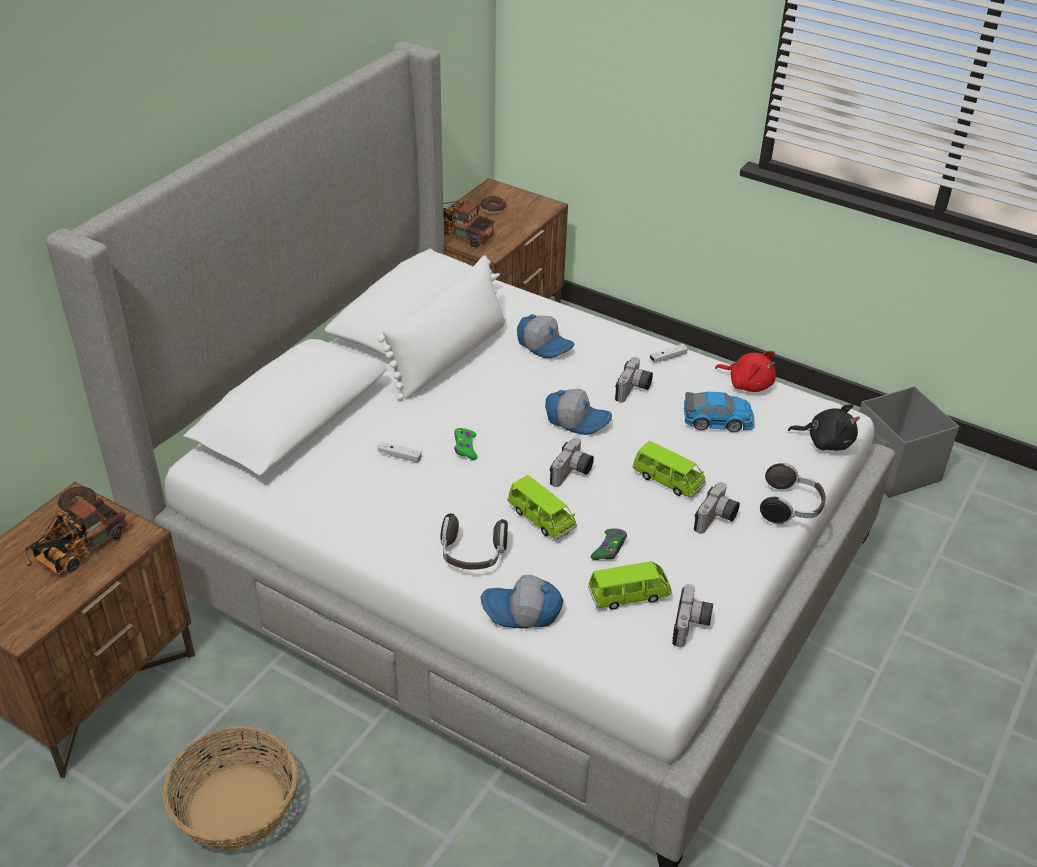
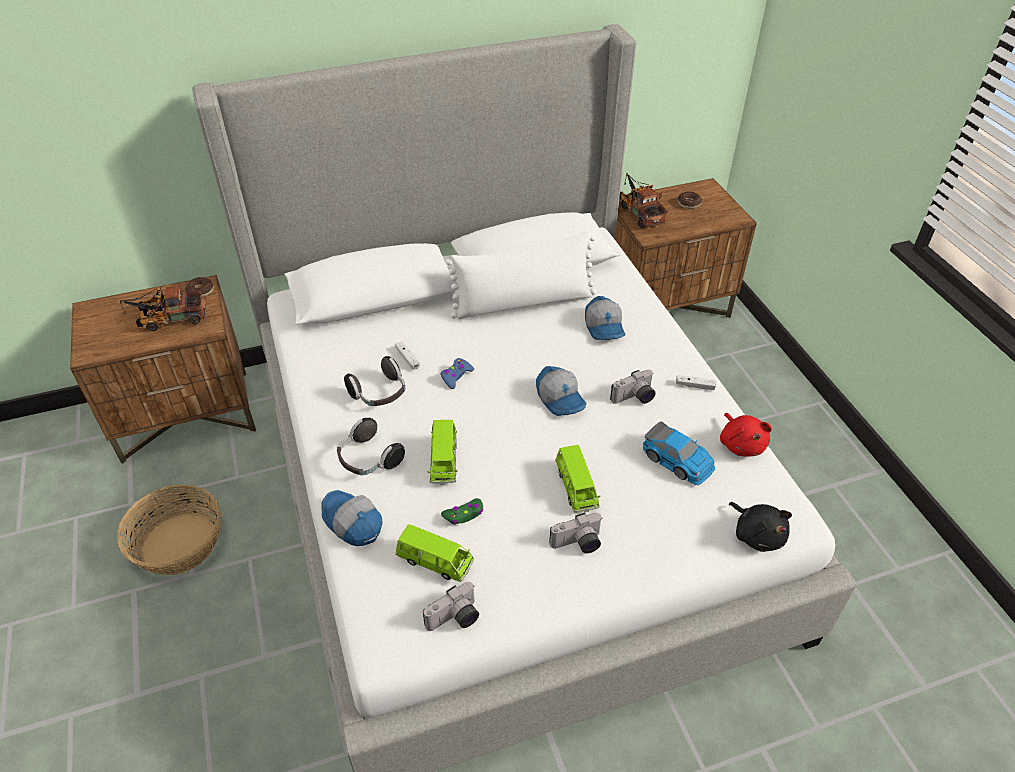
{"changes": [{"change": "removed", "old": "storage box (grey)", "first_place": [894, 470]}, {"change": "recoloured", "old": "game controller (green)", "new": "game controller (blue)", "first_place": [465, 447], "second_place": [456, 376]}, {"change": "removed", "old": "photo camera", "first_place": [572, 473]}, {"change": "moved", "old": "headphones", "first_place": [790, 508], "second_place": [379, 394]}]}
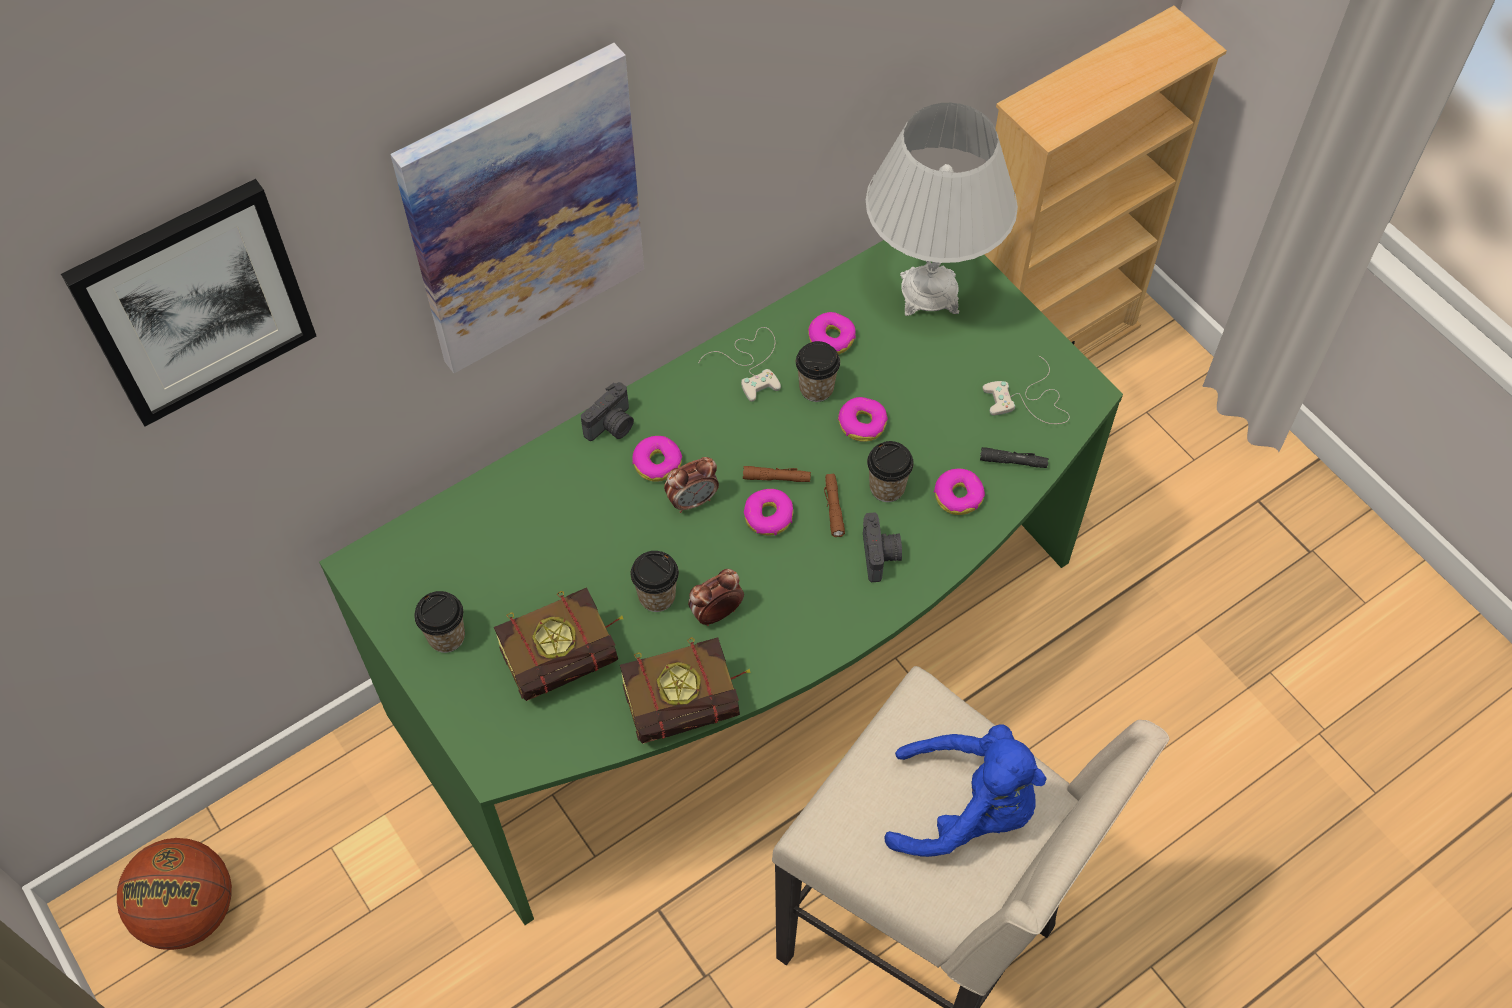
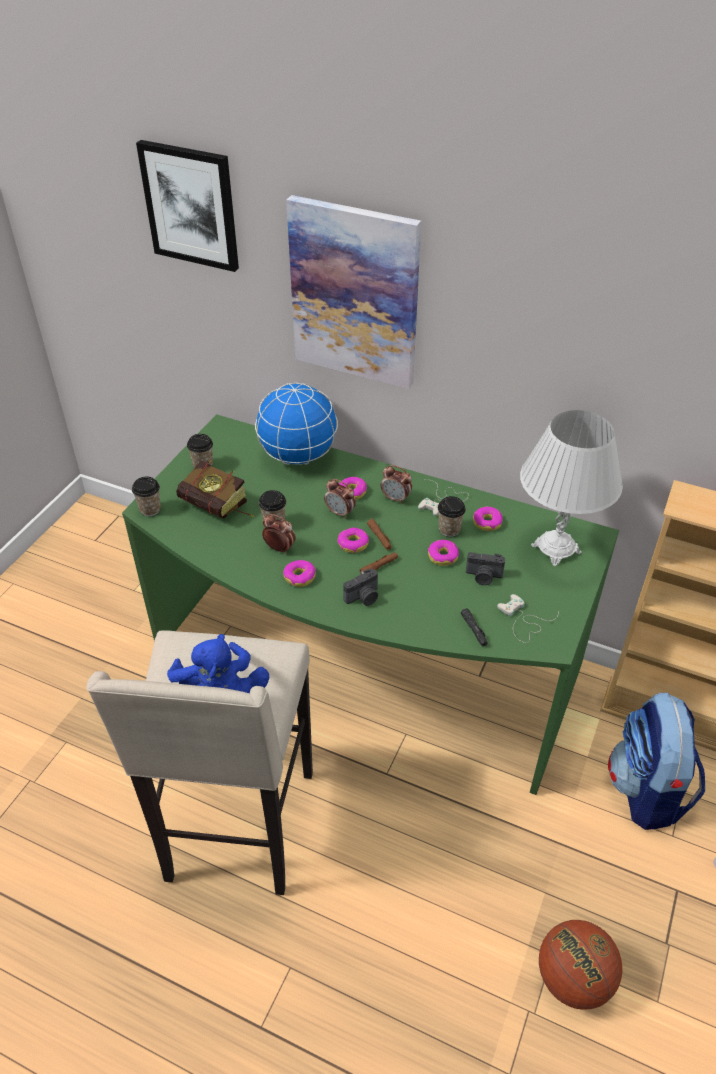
{"changes": [{"change": "moved", "old": "photo camera", "first_place": [612, 426], "second_place": [483, 577]}, {"change": "moved", "old": "cup", "first_place": [887, 488], "second_place": [150, 509]}, {"change": "moved", "old": "donut", "first_place": [958, 496], "second_place": [300, 577]}, {"change": "removed", "old": "book", "first_place": [693, 704]}, {"change": "moved", "old": "basketball", "first_place": [189, 910], "second_place": [573, 979]}, {"change": "added", "new": "globe", "second_place": [299, 456]}, {"change": "added", "new": "alarm clock", "second_place": [396, 498]}, {"change": "added", "new": "backpack", "second_place": [646, 790]}]}
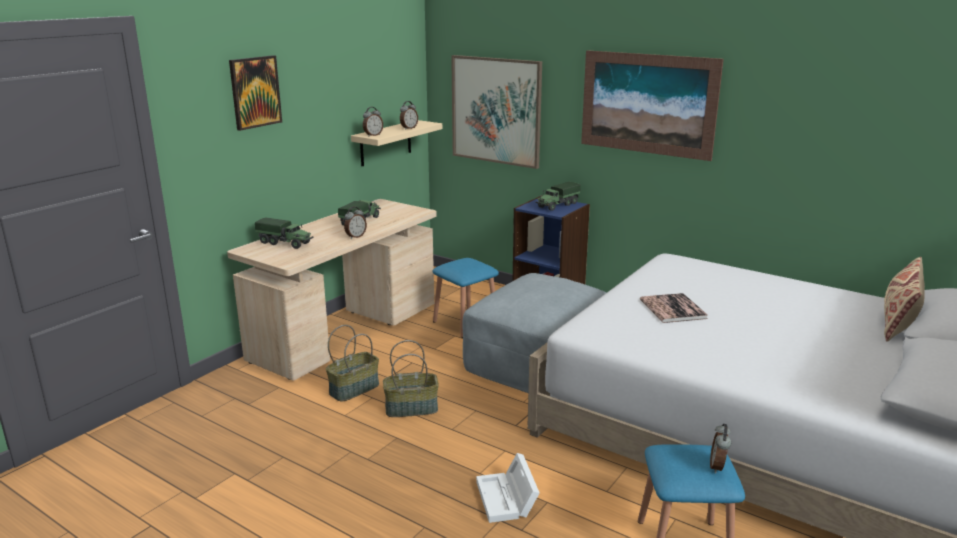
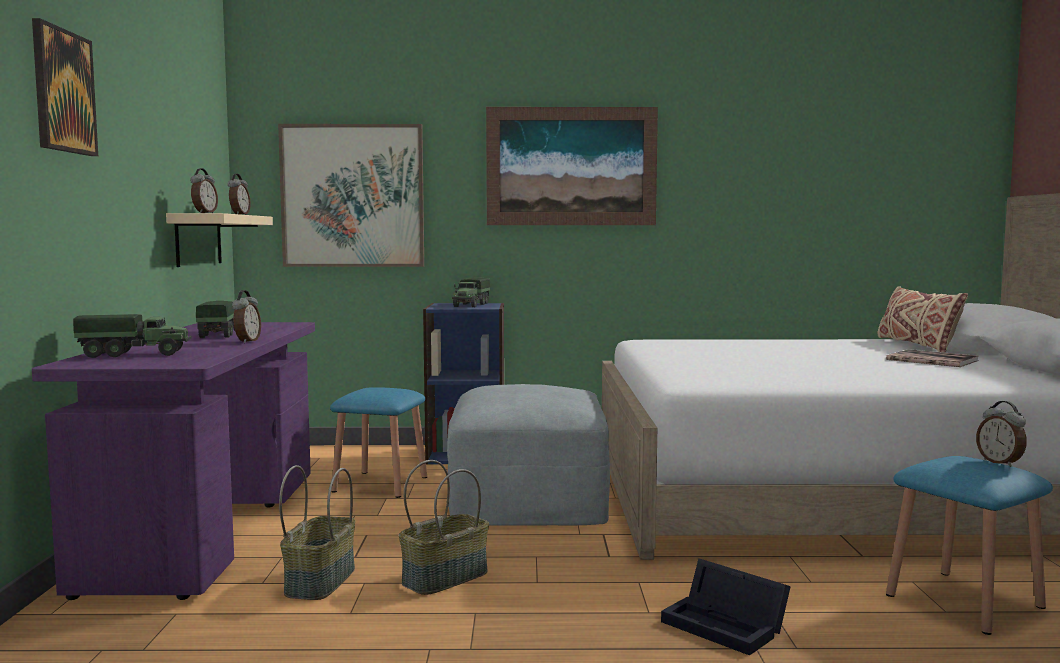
{"changes": [{"change": "recoloured", "old": "desk (beige)", "new": "desk (purple)", "first_place": [346, 333], "second_place": [209, 528]}, {"change": "moved", "old": "book", "first_place": [672, 309], "second_place": [932, 360]}, {"change": "recoloured", "old": "storage box (white)", "new": "storage box (black)", "first_place": [507, 499], "second_place": [727, 625]}]}
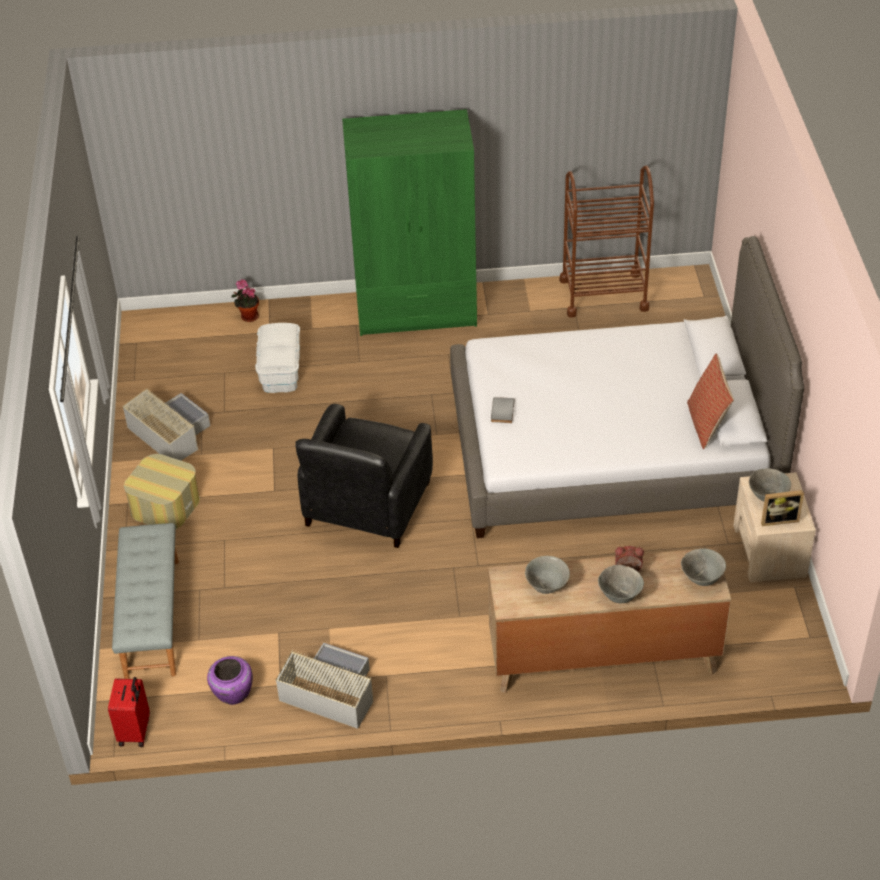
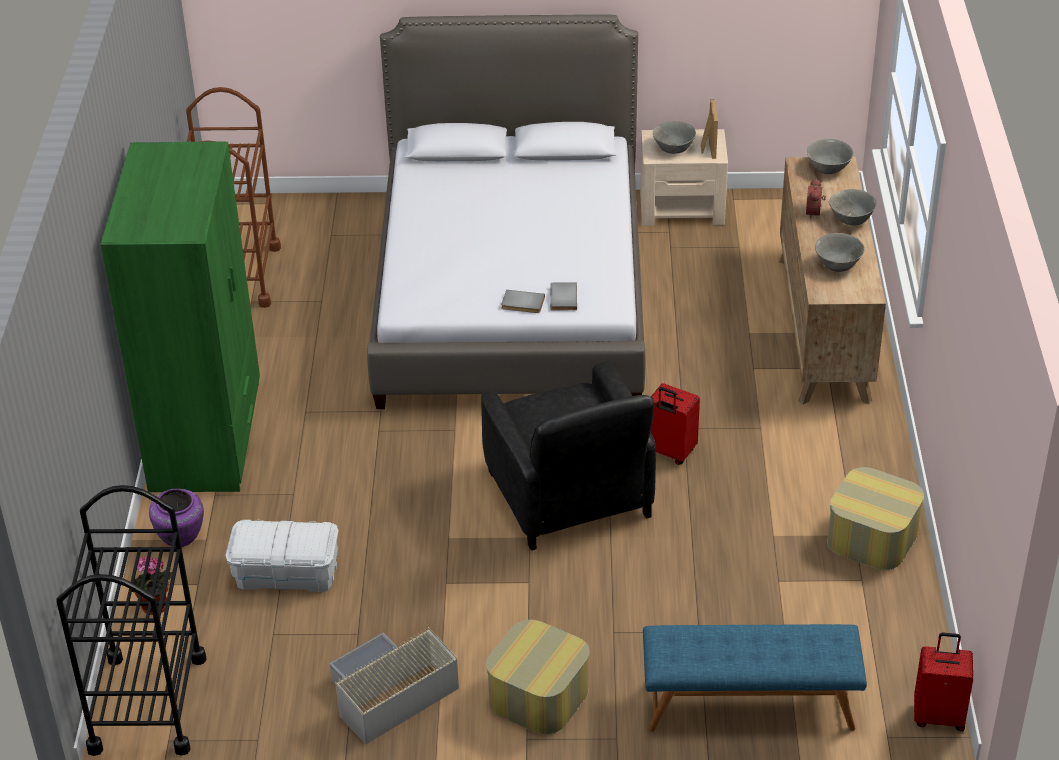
{"changes": [{"change": "removed", "old": "pillow", "first_place": [707, 424]}, {"change": "turned", "old": "armchair (black)", "first_place": [367, 504], "second_place": [569, 496], "degrees": 45}, {"change": "recoloured", "old": "bench (grey)", "new": "bench (blue)", "first_place": [151, 618], "second_place": [749, 705]}, {"change": "replaced", "old": "storage box (grey)", "new": "ottoman", "first_place": [329, 692], "second_place": [872, 537]}, {"change": "moved", "old": "vase (purple)", "first_place": [232, 695], "second_place": [181, 537]}, {"change": "added", "new": "book (grey)", "second_place": [562, 298]}, {"change": "added", "new": "suitcase (red)", "second_place": [670, 452]}, {"change": "added", "new": "cart (black)", "second_place": [147, 704]}]}
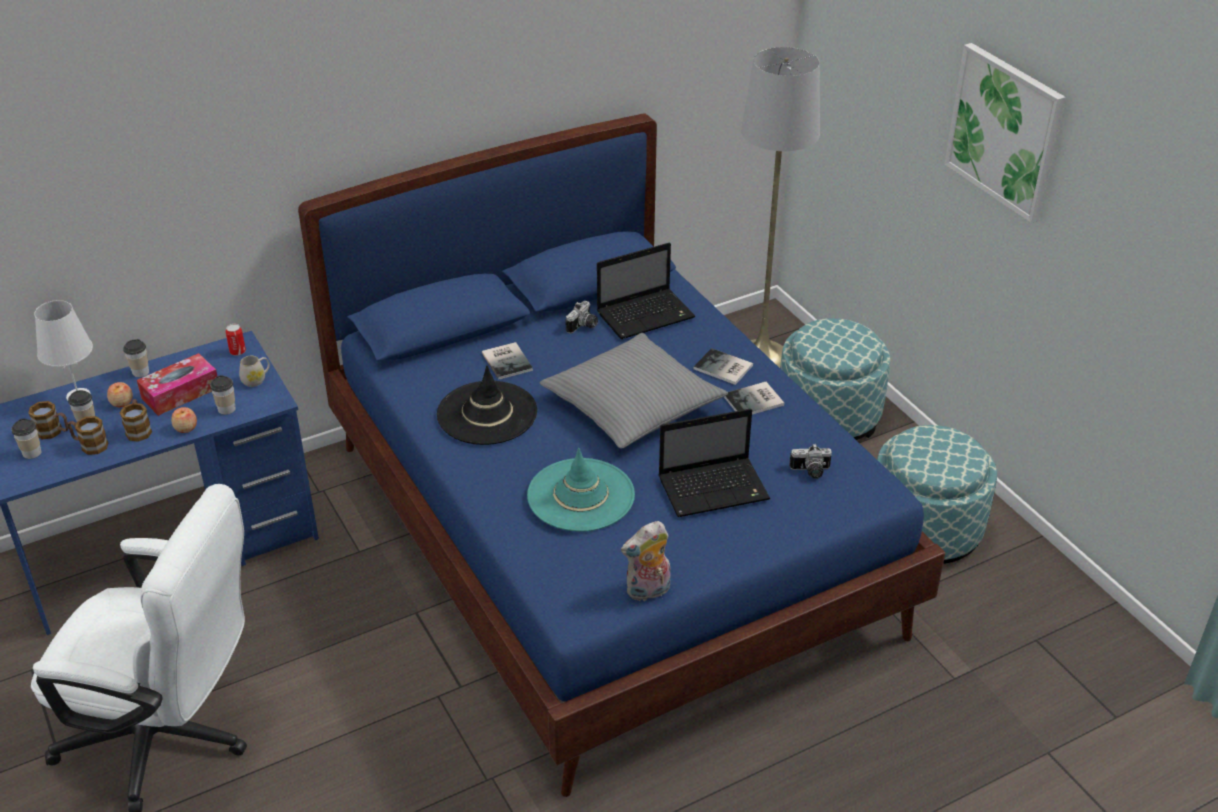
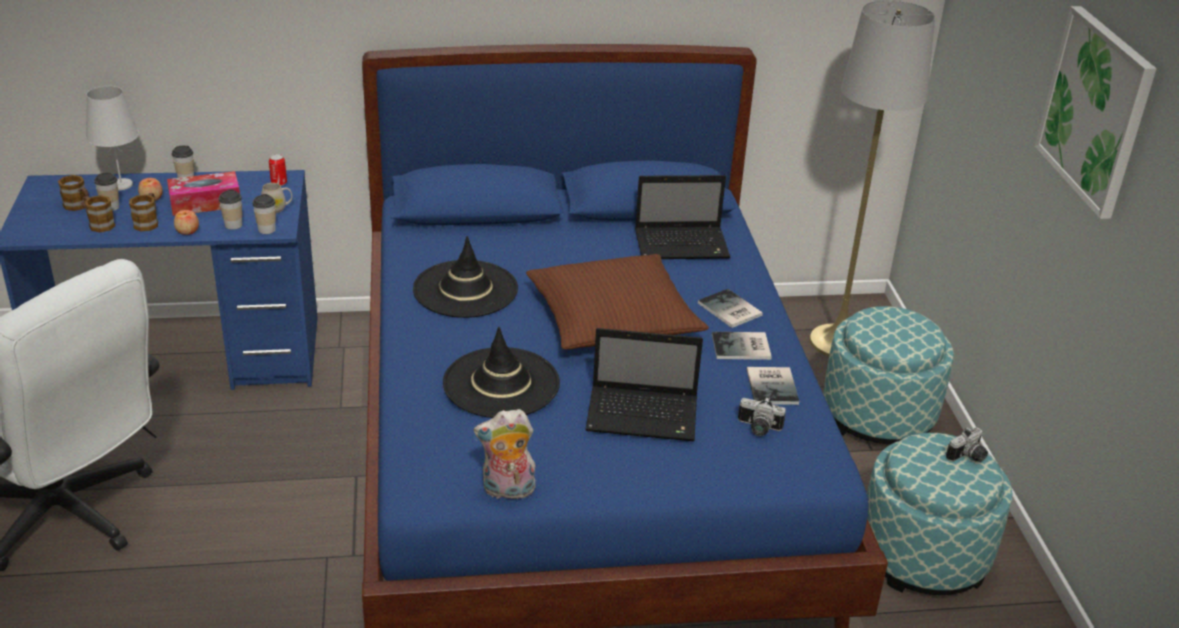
{"changes": [{"change": "moved", "old": "photo camera", "first_place": [583, 326], "second_place": [968, 457]}, {"change": "recoloured", "old": "pillow (grey)", "new": "pillow (brown)", "first_place": [632, 405], "second_place": [612, 318]}, {"change": "moved", "old": "book", "first_place": [508, 360], "second_place": [773, 386]}, {"change": "moved", "old": "cup", "first_place": [32, 453], "second_place": [266, 230]}, {"change": "recoloured", "old": "hat (turquoise)", "new": "hat (black)", "first_place": [581, 495], "second_place": [501, 383]}]}
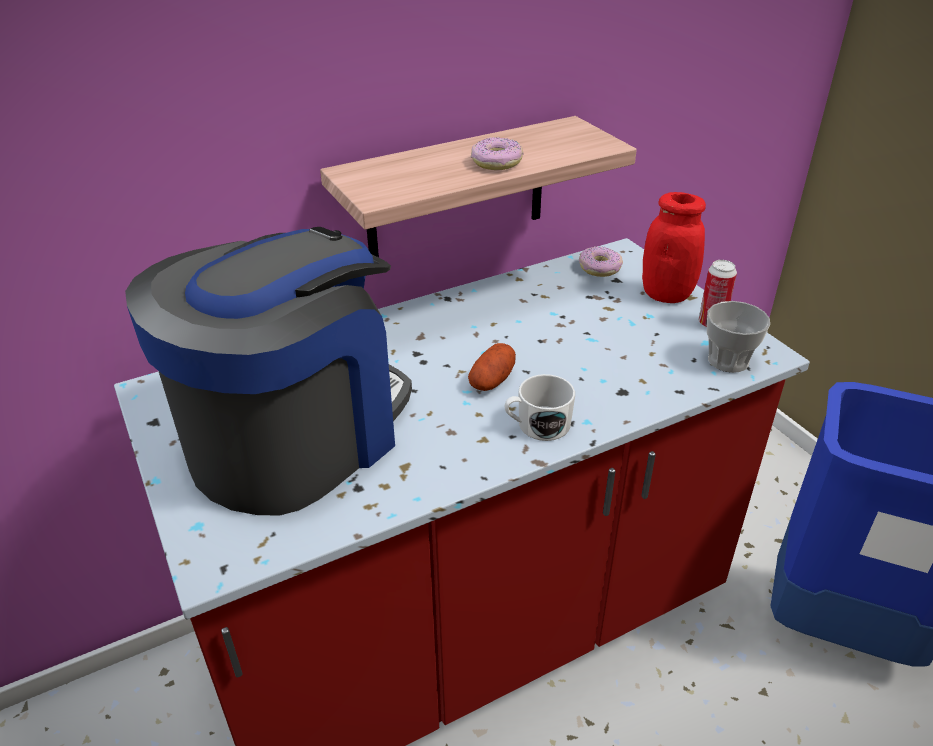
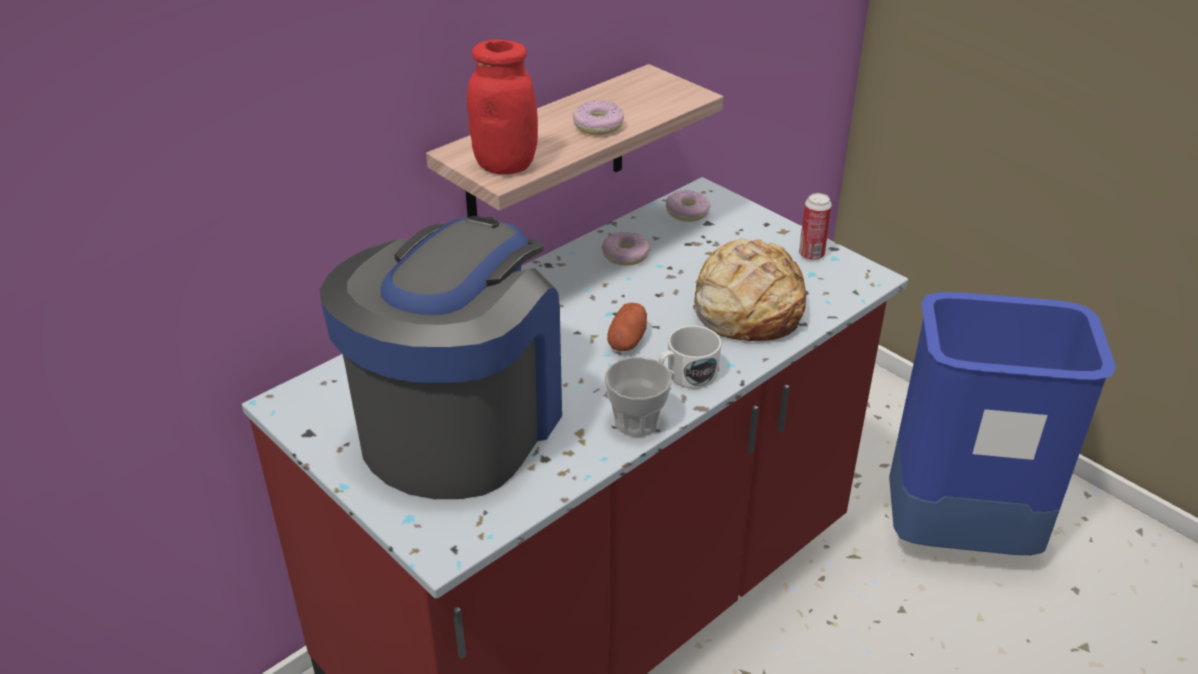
{"changes": [{"change": "moved", "old": "jar (red)", "first_place": [666, 294], "second_place": [505, 165]}, {"change": "moved", "old": "cup", "first_place": [728, 360], "second_place": [637, 422]}, {"change": "added", "new": "donut", "second_place": [625, 255]}, {"change": "added", "new": "bread", "second_place": [747, 308]}]}
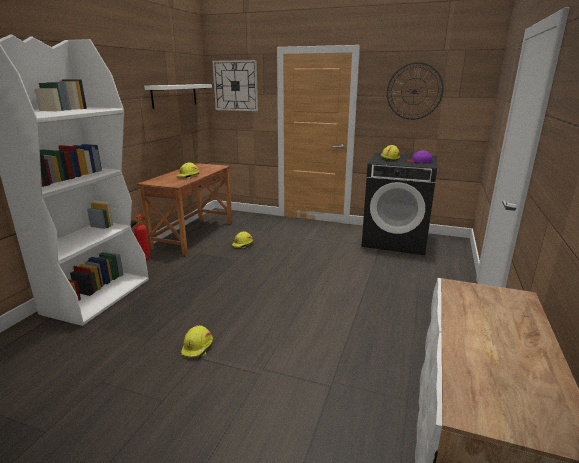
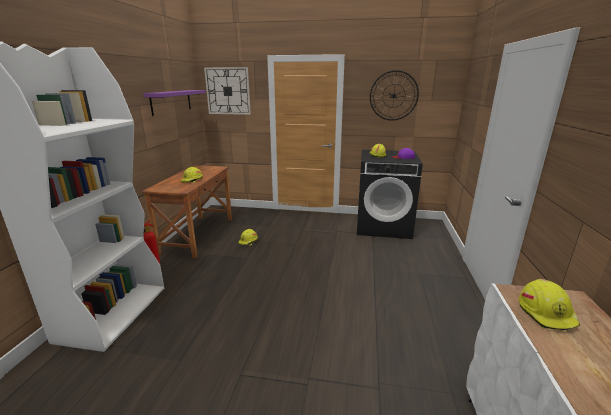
{"changes": [{"change": "recoloured", "old": "shelf (white)", "new": "shelf (purple)", "first_place": [174, 95], "second_place": [171, 102]}, {"change": "moved", "old": "hard hat (yellow)", "first_place": [198, 347], "second_place": [546, 313]}]}
